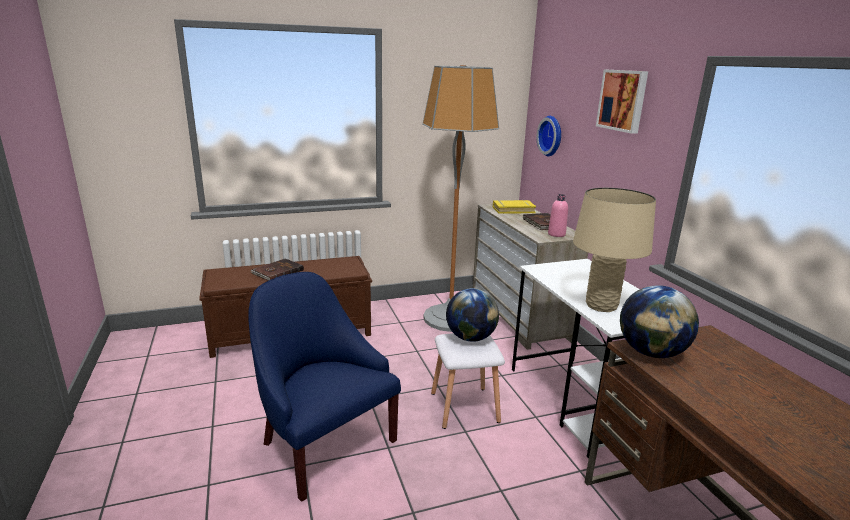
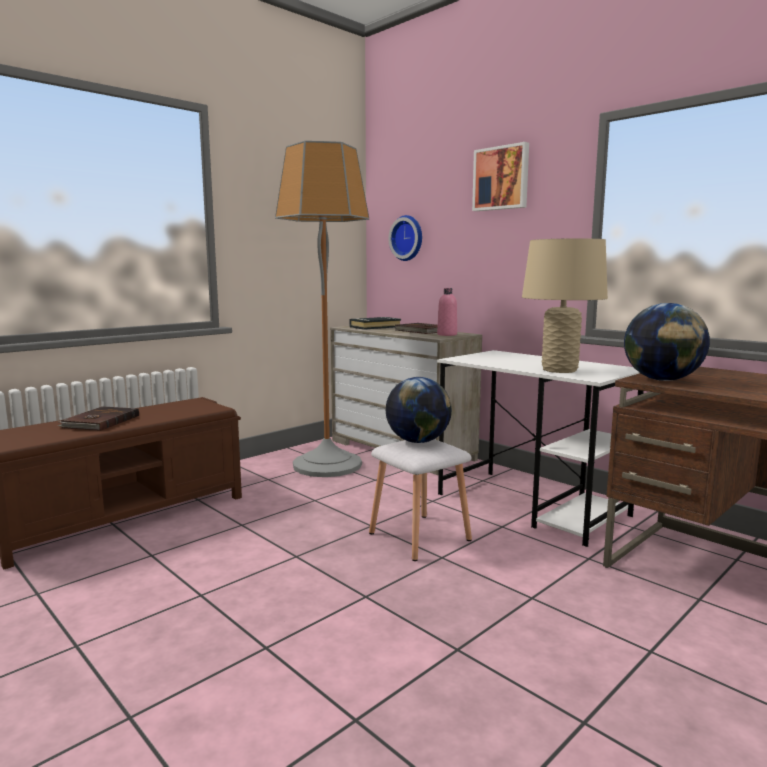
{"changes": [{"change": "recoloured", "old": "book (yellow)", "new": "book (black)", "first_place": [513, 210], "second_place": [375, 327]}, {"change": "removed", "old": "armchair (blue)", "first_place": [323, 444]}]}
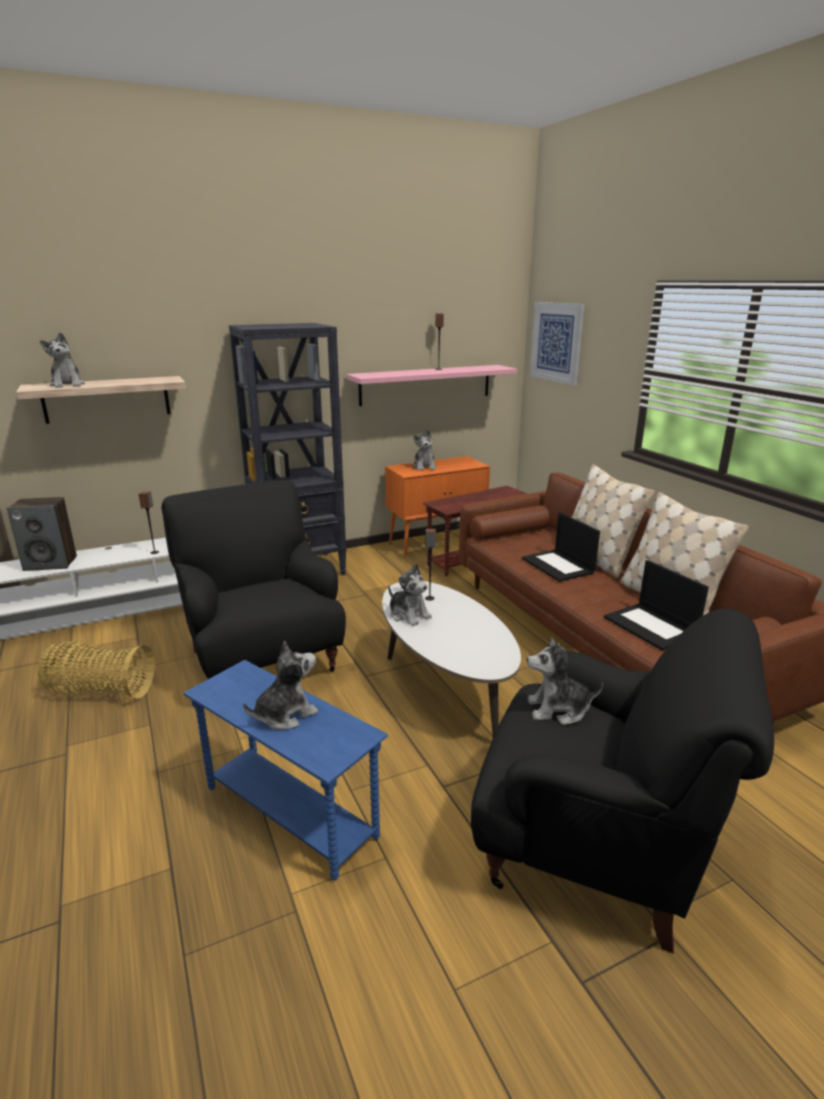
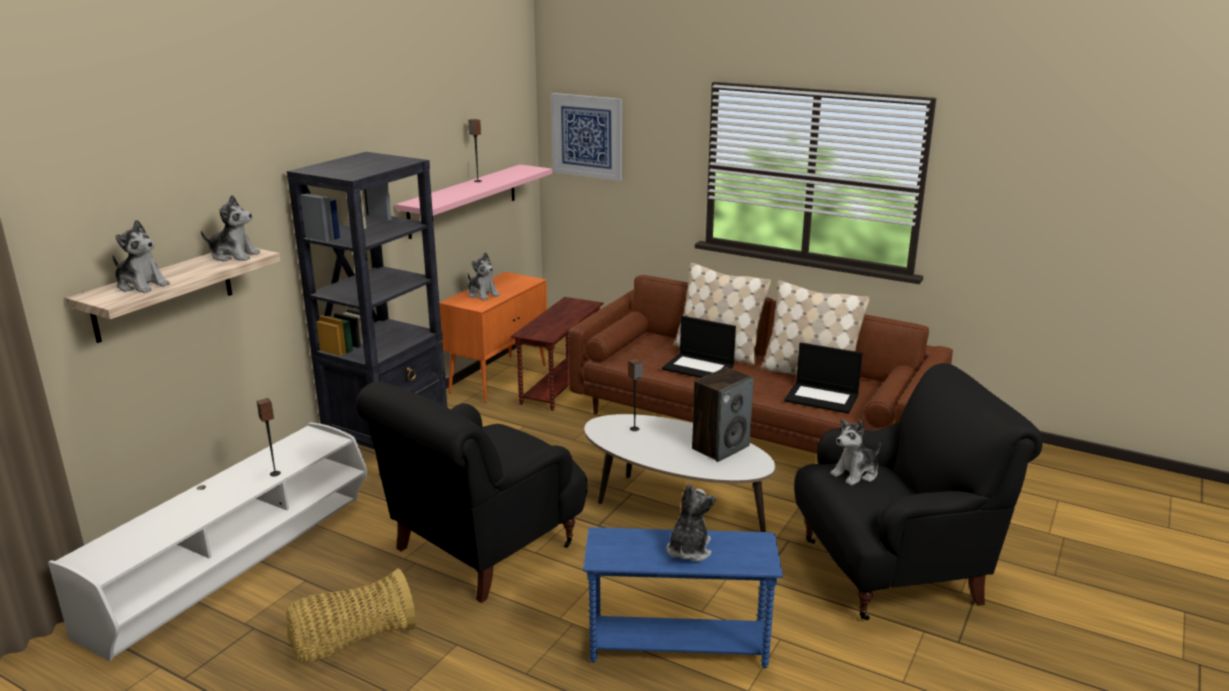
{"changes": [{"change": "turned", "old": "armchair (black)", "first_place": [262, 659], "second_place": [481, 548], "degrees": -75}, {"change": "moved", "old": "speaker", "first_place": [51, 563], "second_place": [720, 447]}, {"change": "moved", "old": "plush toy", "first_place": [408, 615], "second_place": [234, 256]}]}
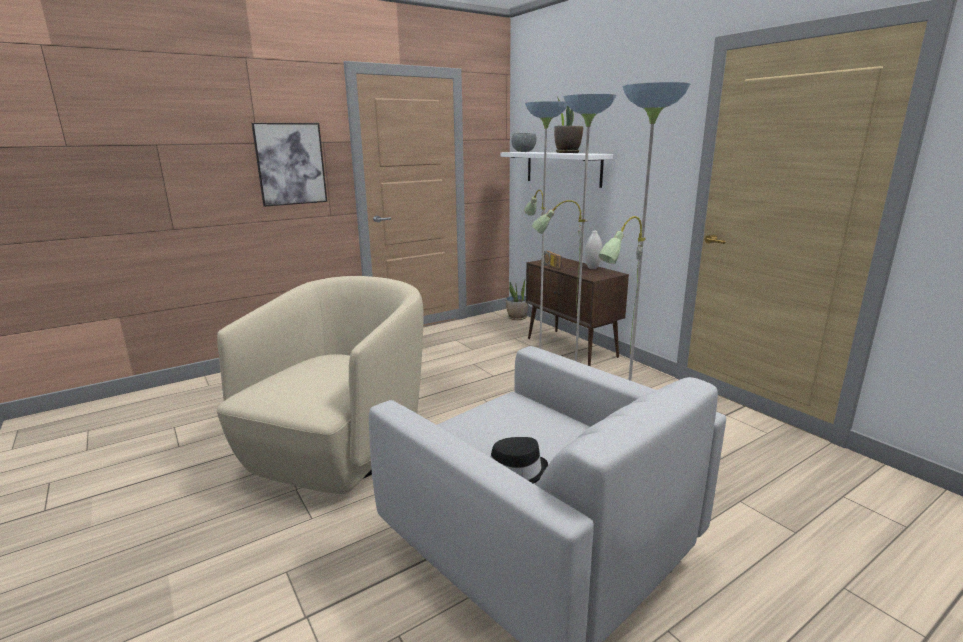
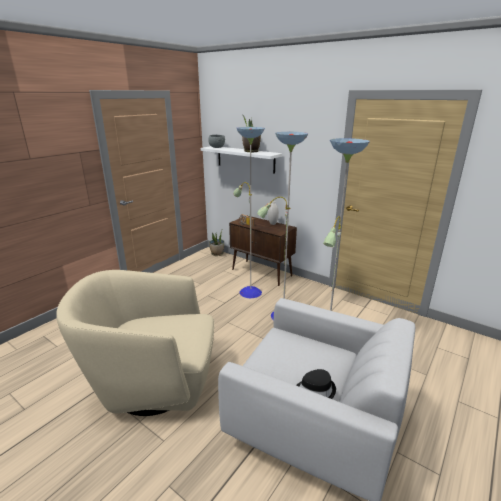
{"changes": [{"change": "removed", "old": "picture", "first_place": [290, 164]}, {"change": "turned", "old": "armchair (beige)", "first_place": [339, 450], "second_place": [153, 383], "degrees": -90}]}
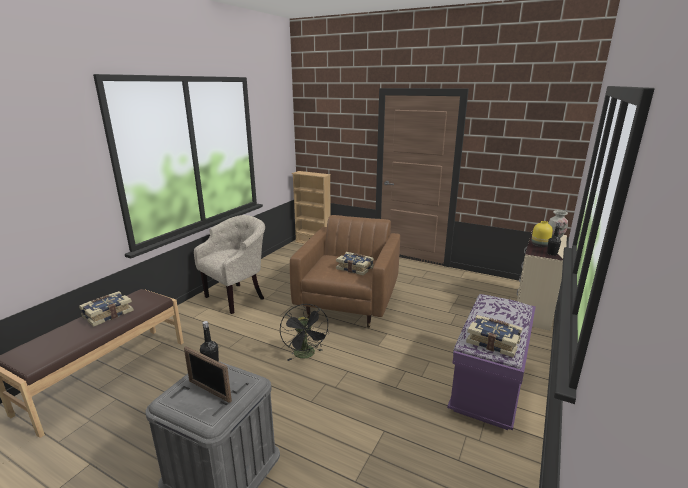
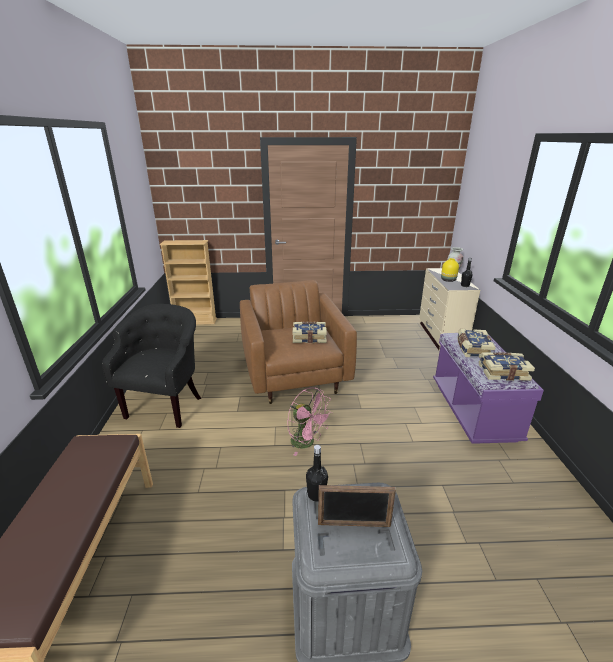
{"changes": [{"change": "recoloured", "old": "armchair (beige)", "new": "armchair (black)", "first_place": [238, 297], "second_place": [167, 405]}, {"change": "moved", "old": "book", "first_place": [107, 314], "second_place": [472, 349]}, {"change": "recoloured", "old": "fan (black)", "new": "fan (pink)", "first_place": [306, 355], "second_place": [307, 443]}]}
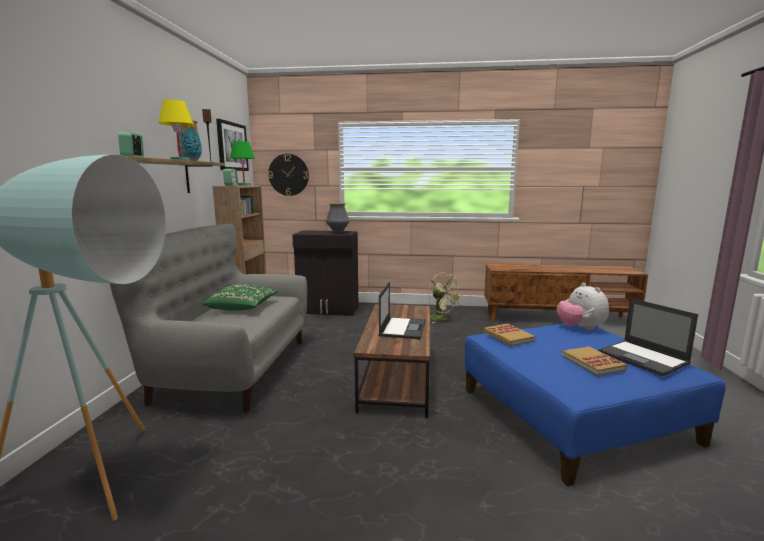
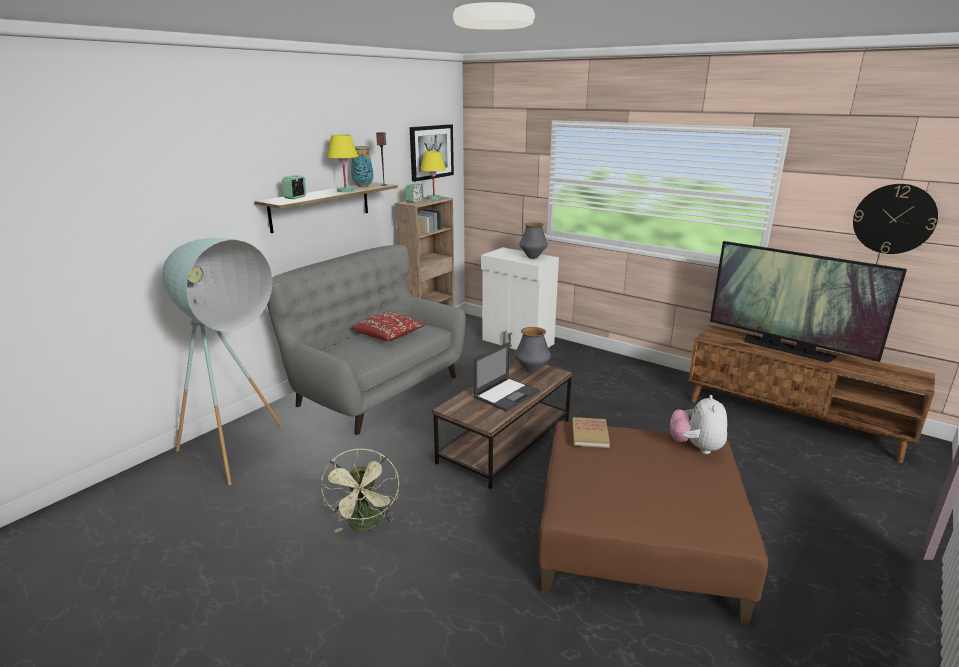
{"changes": [{"change": "recoloured", "old": "table lamp (green)", "new": "table lamp (yellow)", "first_place": [244, 185], "second_place": [434, 198]}, {"change": "moved", "old": "wall clock", "first_place": [288, 175], "second_place": [894, 219]}, {"change": "recoloured", "old": "cabinet (black)", "new": "cabinet (white)", "first_place": [328, 310], "second_place": [517, 342]}, {"change": "moved", "old": "fan (green)", "first_place": [442, 319], "second_place": [366, 526]}, {"change": "recoloured", "old": "pillow (green)", "new": "pillow (red)", "first_place": [242, 308], "second_place": [389, 336]}, {"change": "removed", "old": "laptop", "first_place": [643, 358]}, {"change": "recoloured", "old": "ottoman (blue)", "new": "ottoman (brown)", "first_place": [573, 415], "second_place": [636, 538]}, {"change": "removed", "old": "book", "first_place": [593, 363]}, {"change": "added", "new": "television", "second_place": [786, 349]}, {"change": "added", "new": "vase", "second_place": [532, 370]}]}
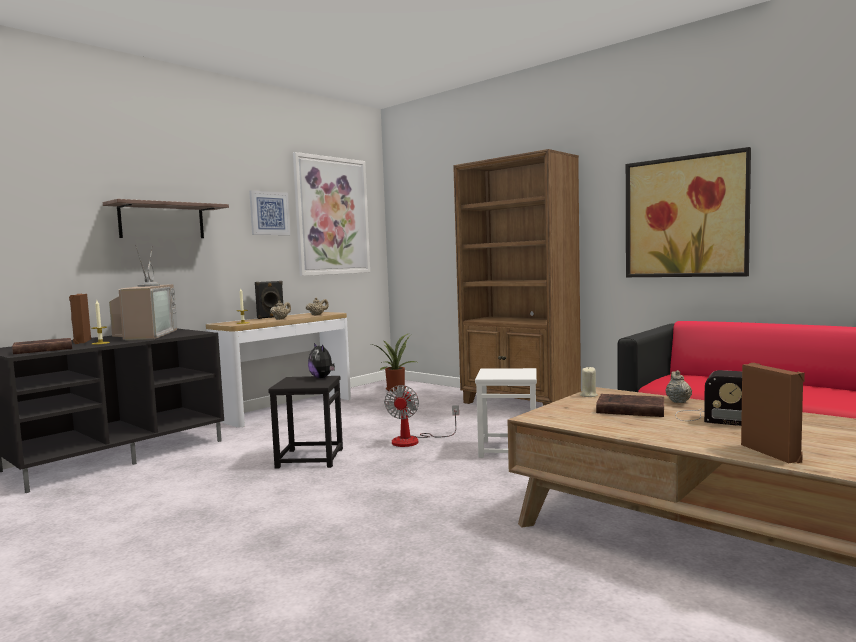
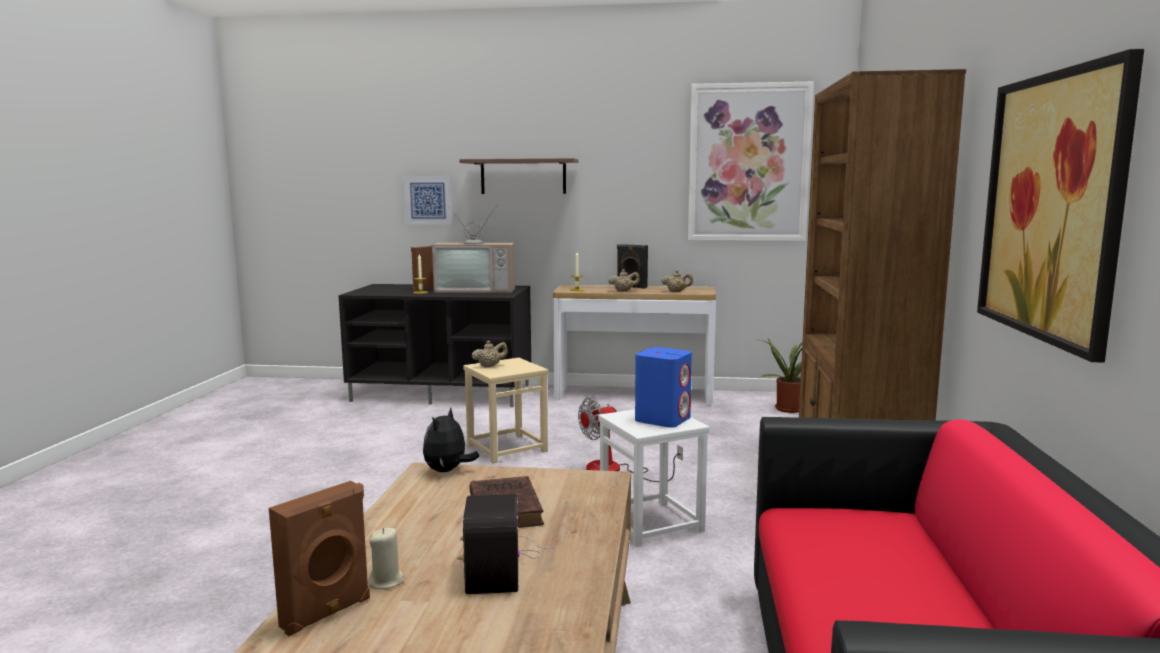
{"changes": [{"change": "moved", "old": "picture", "first_place": [269, 213], "second_place": [428, 200]}, {"change": "turned", "old": "television", "first_place": [146, 335], "second_place": [476, 289], "degrees": 45}, {"change": "removed", "old": "book (brown)", "first_place": [41, 350]}, {"change": "moved", "old": "plush toy", "first_place": [322, 377], "second_place": [448, 471]}, {"change": "moved", "old": "candle (beige)", "first_place": [588, 395], "second_place": [386, 581]}, {"change": "moved", "old": "teapot (beige)", "first_place": [678, 401], "second_place": [490, 366]}, {"change": "recoloured", "old": "stool (black)", "new": "stool (beige)", "first_place": [309, 458], "second_place": [507, 448]}, {"change": "added", "new": "speaker (blue)", "second_place": [663, 419]}]}
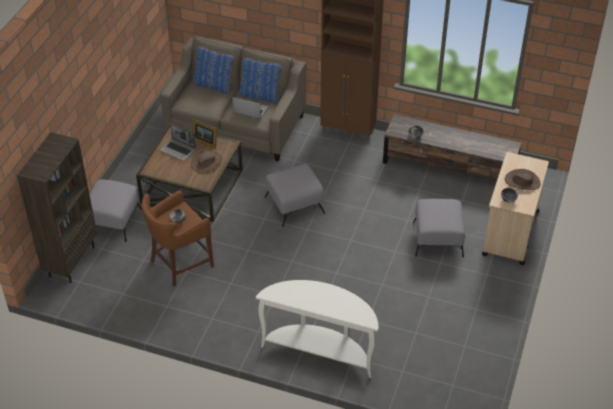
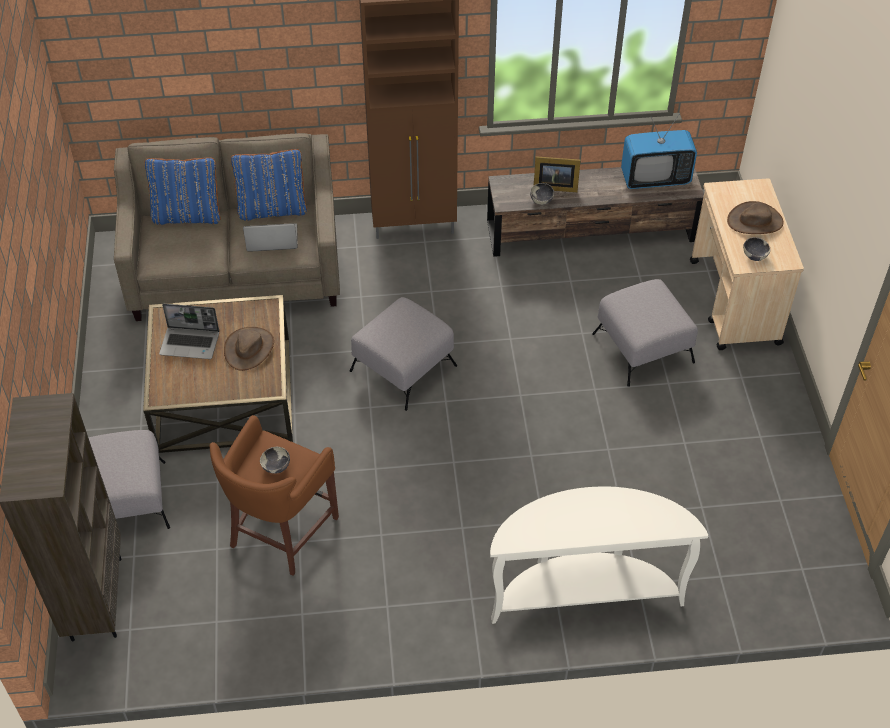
{"changes": [{"change": "moved", "old": "picture frame", "first_place": [205, 141], "second_place": [554, 186]}, {"change": "added", "new": "television", "second_place": [655, 178]}]}
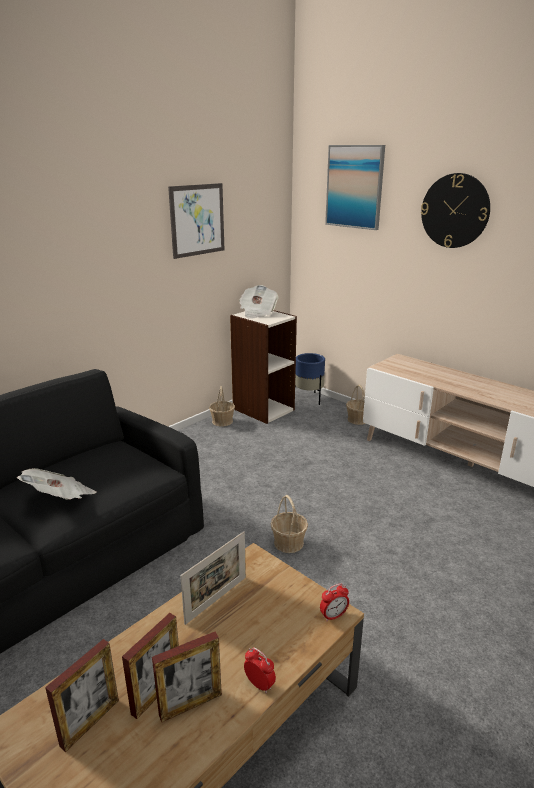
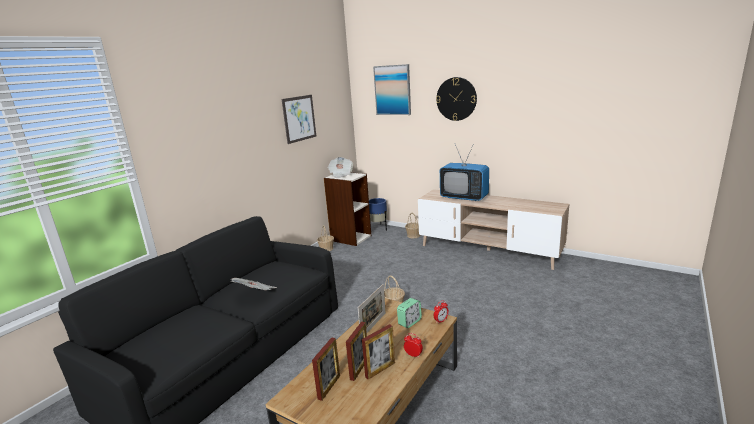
{"changes": [{"change": "added", "new": "television", "second_place": [464, 197]}, {"change": "added", "new": "alarm clock", "second_place": [409, 322]}]}
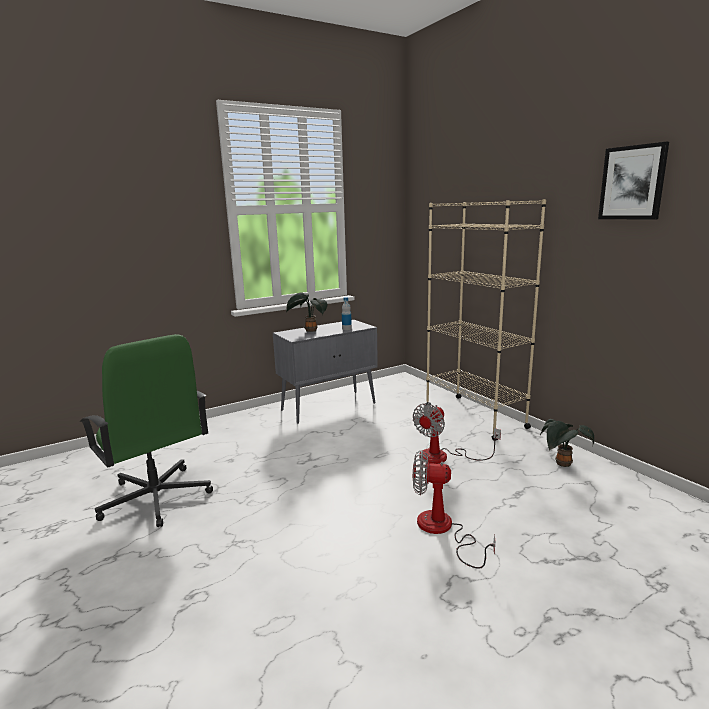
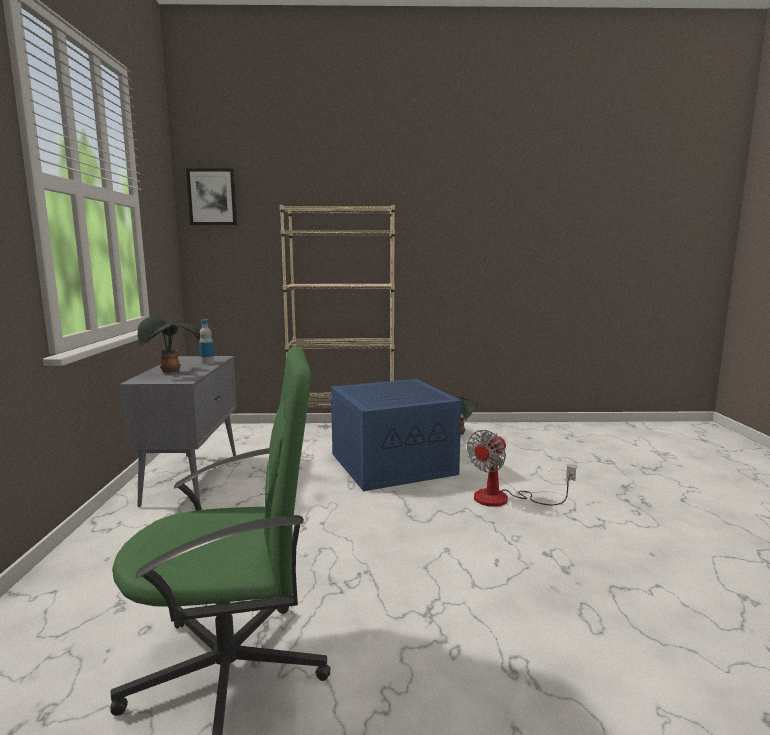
{"changes": [{"change": "moved", "old": "picture", "first_place": [632, 183], "second_place": [212, 197]}, {"change": "replaced", "old": "fan", "new": "storage box (blue)", "first_place": [443, 457], "second_place": [393, 463]}]}
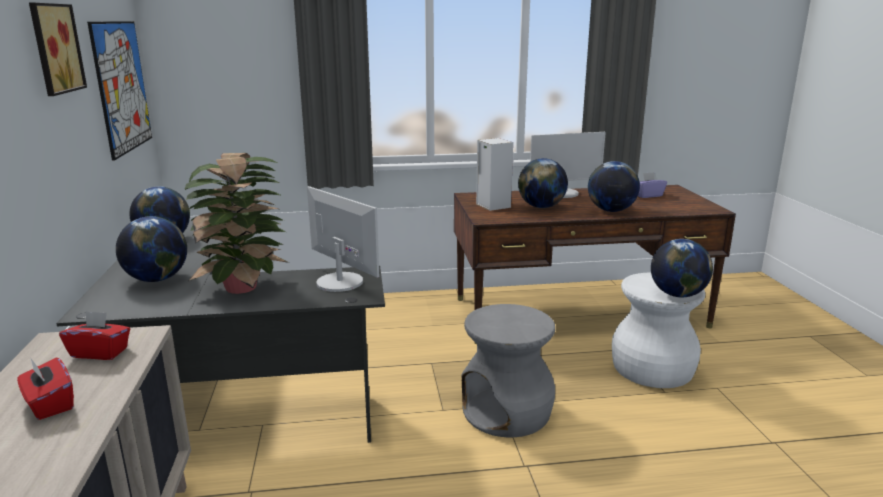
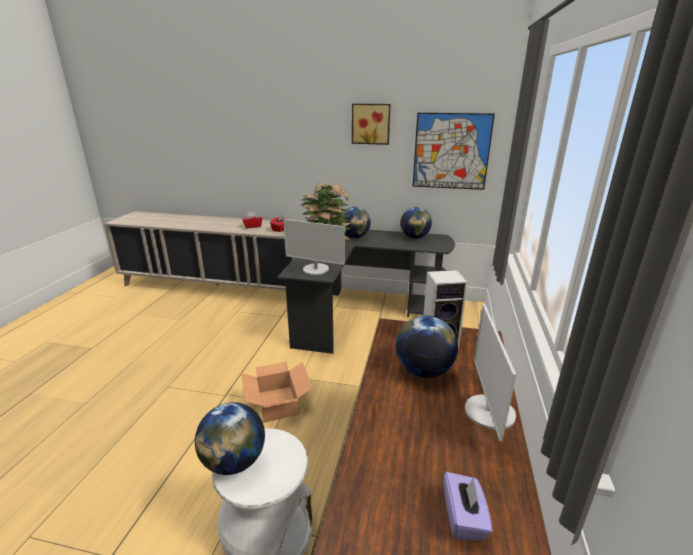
{"changes": [{"change": "removed", "old": "globe", "first_place": [611, 210]}, {"change": "turned", "old": "monitor", "first_place": [340, 282], "second_place": [316, 269], "degrees": 45}, {"change": "replaced", "old": "stool (grey)", "new": "cardboard box", "first_place": [507, 412], "second_place": [277, 404]}]}
